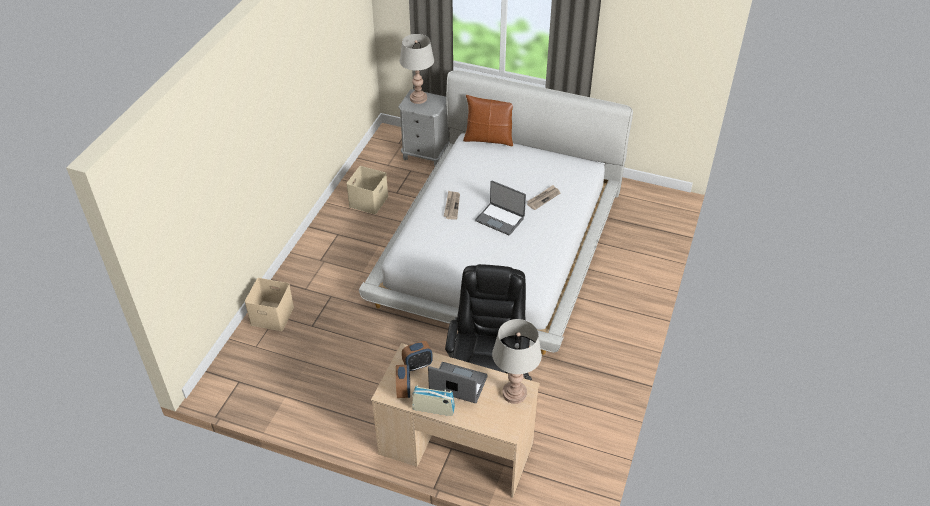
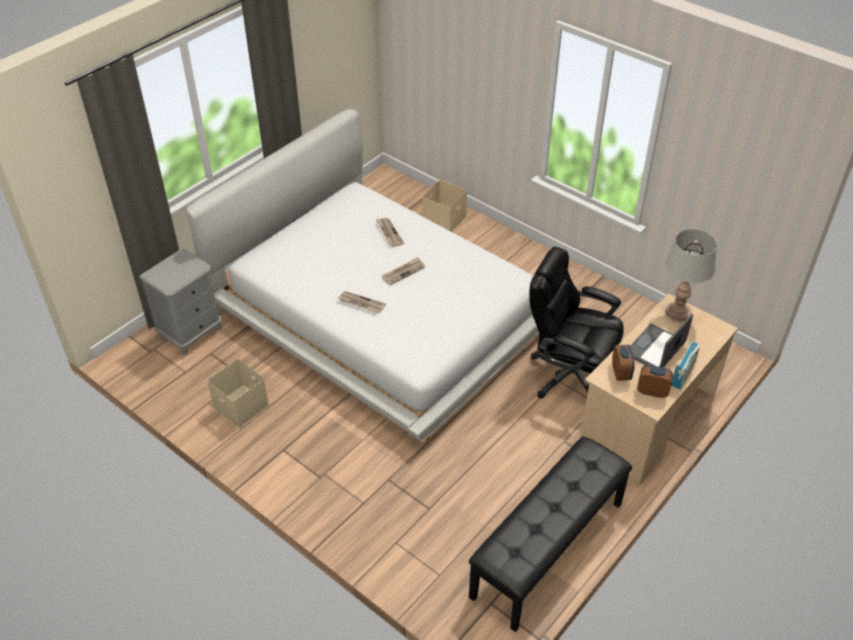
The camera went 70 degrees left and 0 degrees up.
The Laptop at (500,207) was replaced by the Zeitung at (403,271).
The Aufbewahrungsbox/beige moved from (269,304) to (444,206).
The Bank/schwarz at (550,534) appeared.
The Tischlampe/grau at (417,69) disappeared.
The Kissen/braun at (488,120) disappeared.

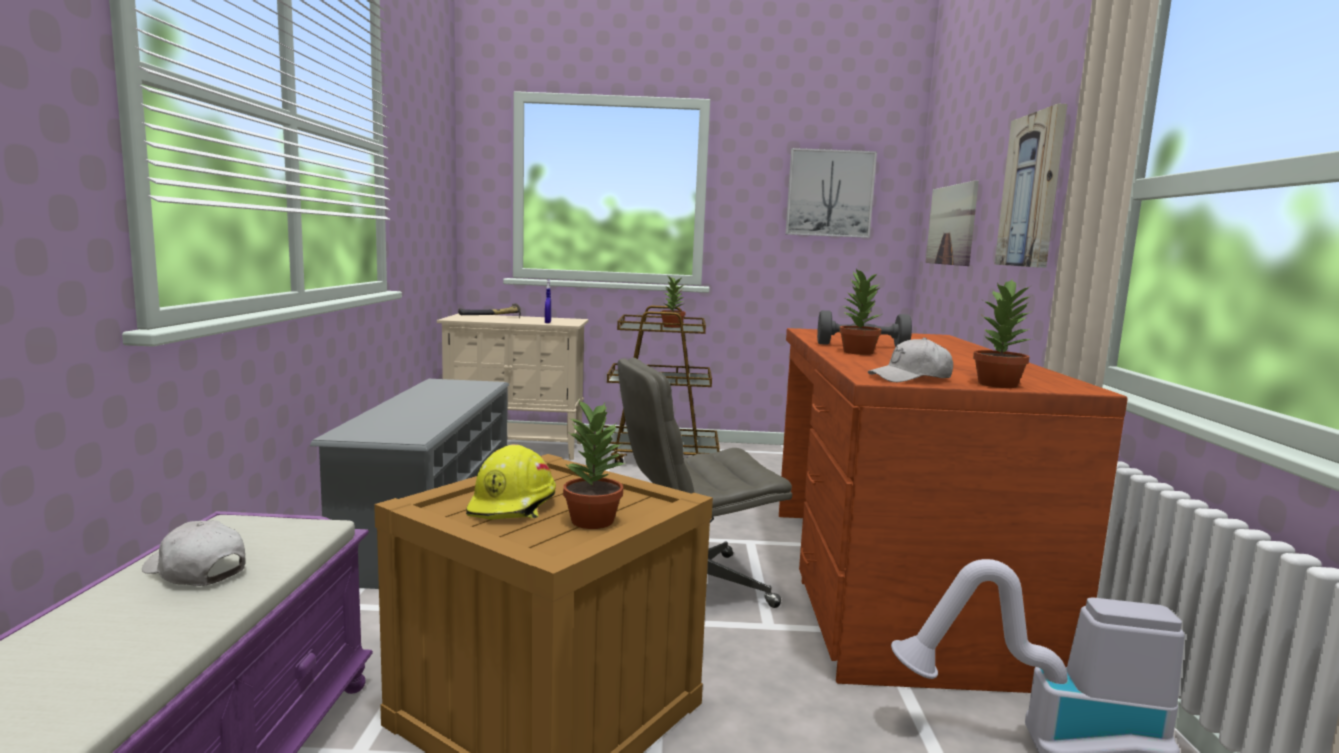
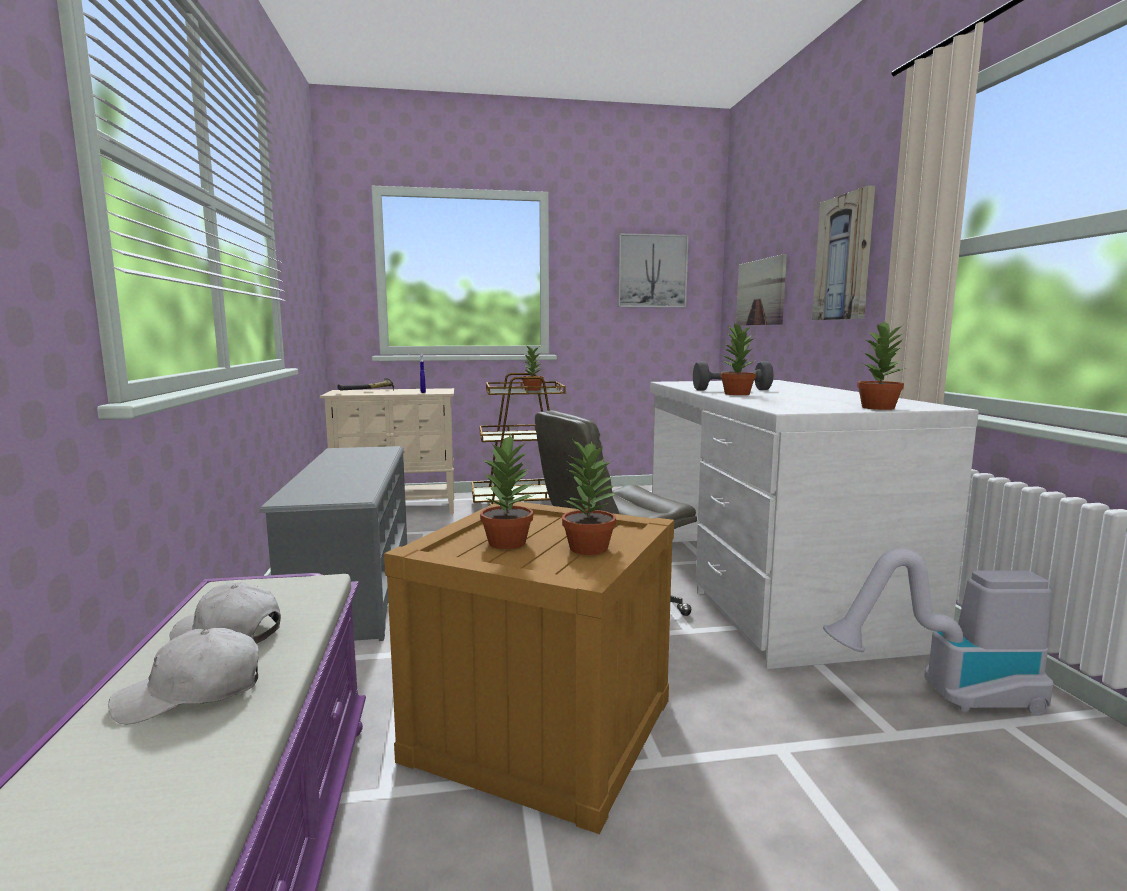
The camera went 10 degrees left and 0 degrees up.
The Kappe/weiß moved from (910,359) to (183,676).
The Schutzhelm/gelb at (511,482) was replaced by the Topfpflanze at (507,491).
The Schreibtisch/braun at (953,510) became the Schreibtisch/weiß at (814,524).

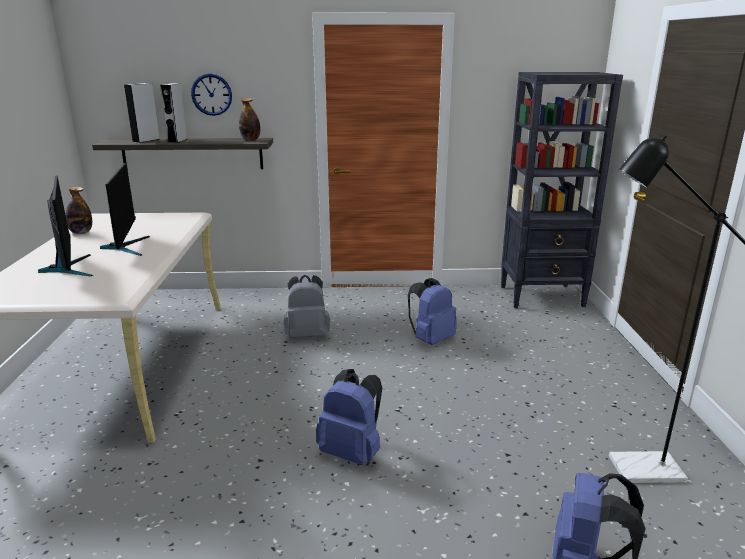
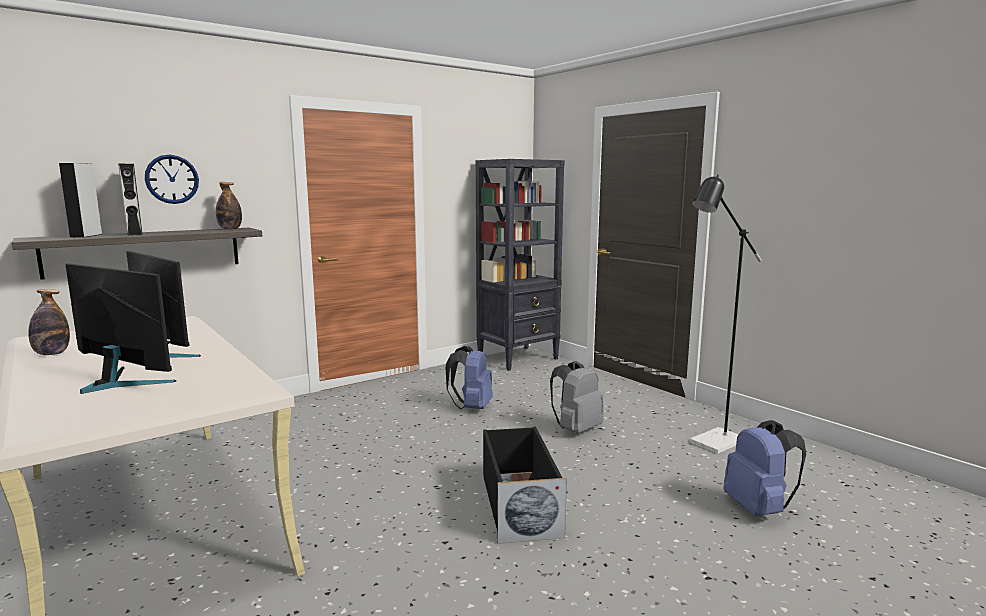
The camera went 35 degrees left and 10 degrees down.
The Rucksack/blau at (349,417) was replaced by the Aufbewahrungsbox/schwarz at (525,485).
The Rucksack/grau moved from (307,306) to (577,397).

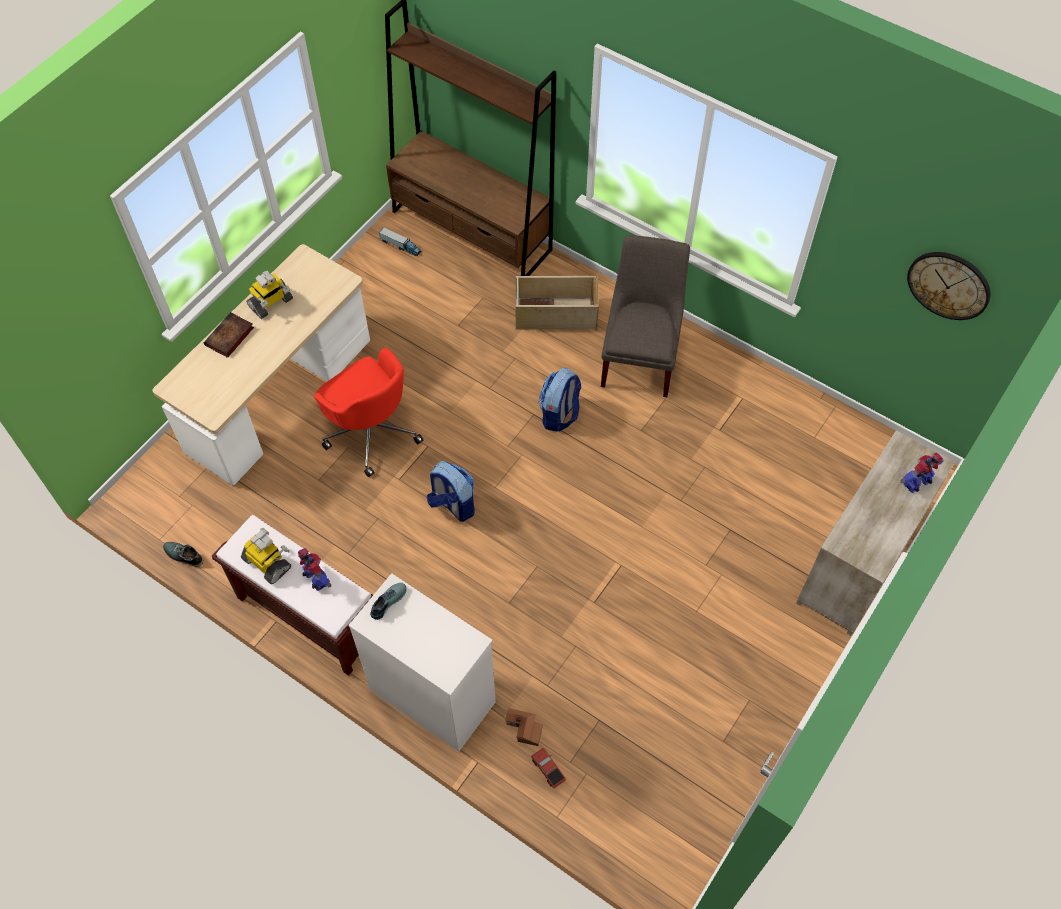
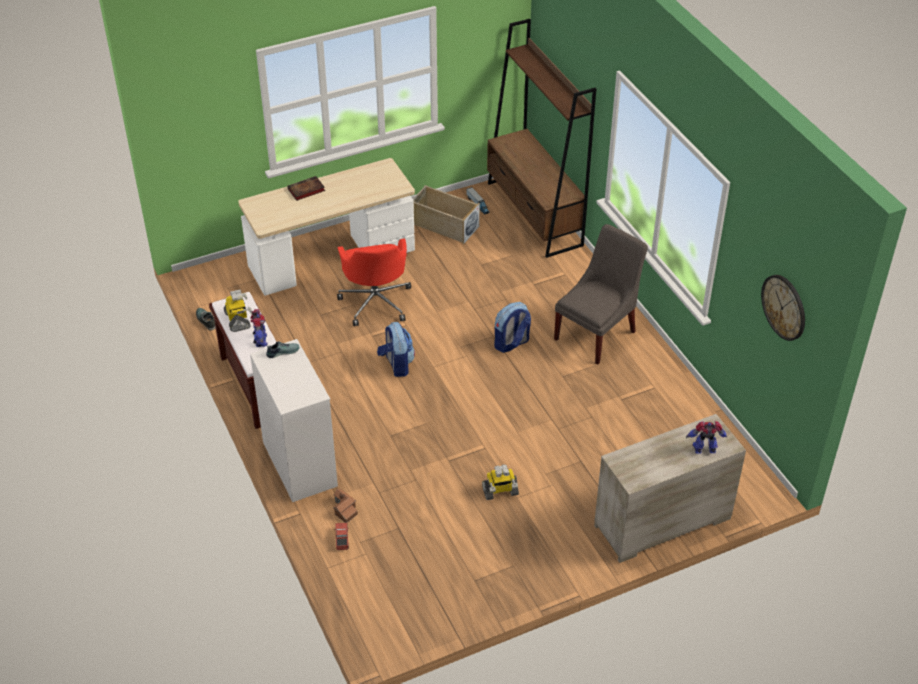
The camera went 30 degrees right and 15 degrees down.
The Aufbewahrungsbox/beige moved from (557,302) to (446,214).
The Spielzeugroboter moved from (269,295) to (500,482).

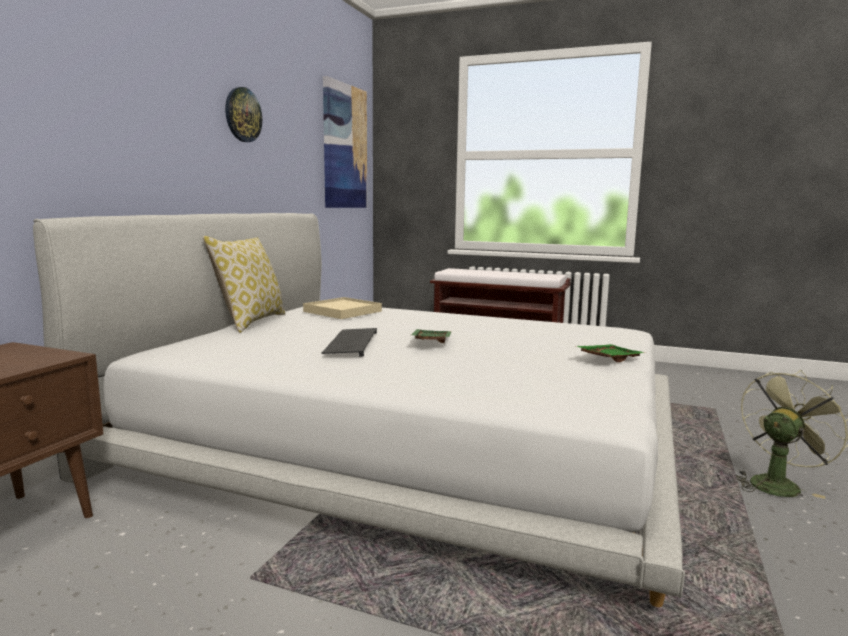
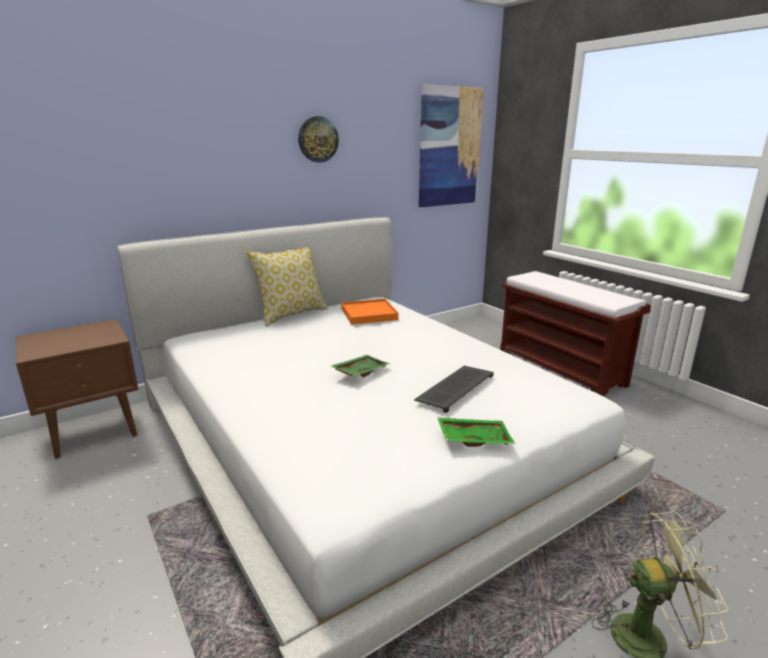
The camera went 35 degrees right and 10 degrees up.
The Tablett/beige at (342,308) became the Tablett/orange at (370,312).
The Tastatur moved from (349,342) to (454,389).

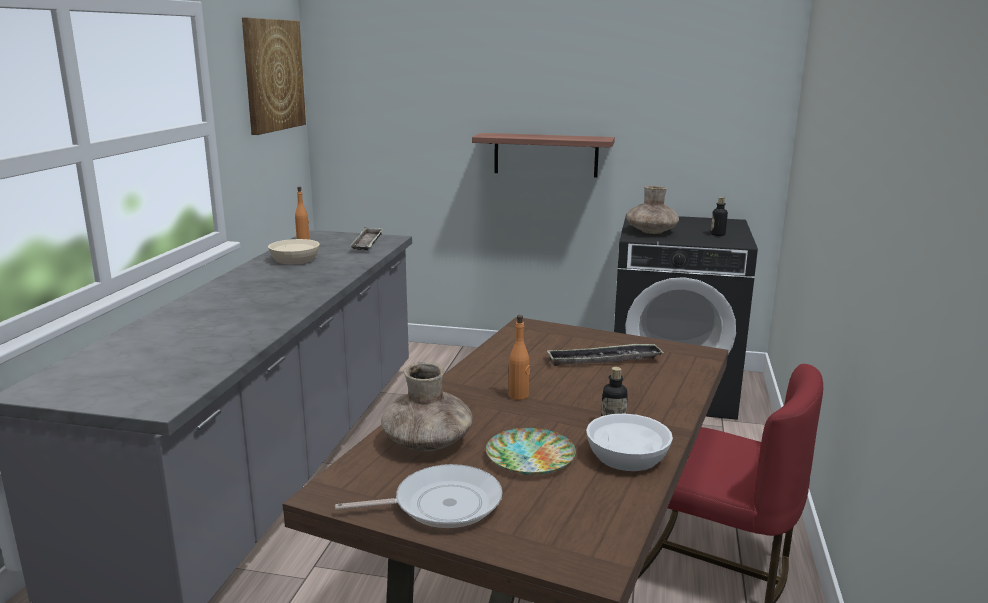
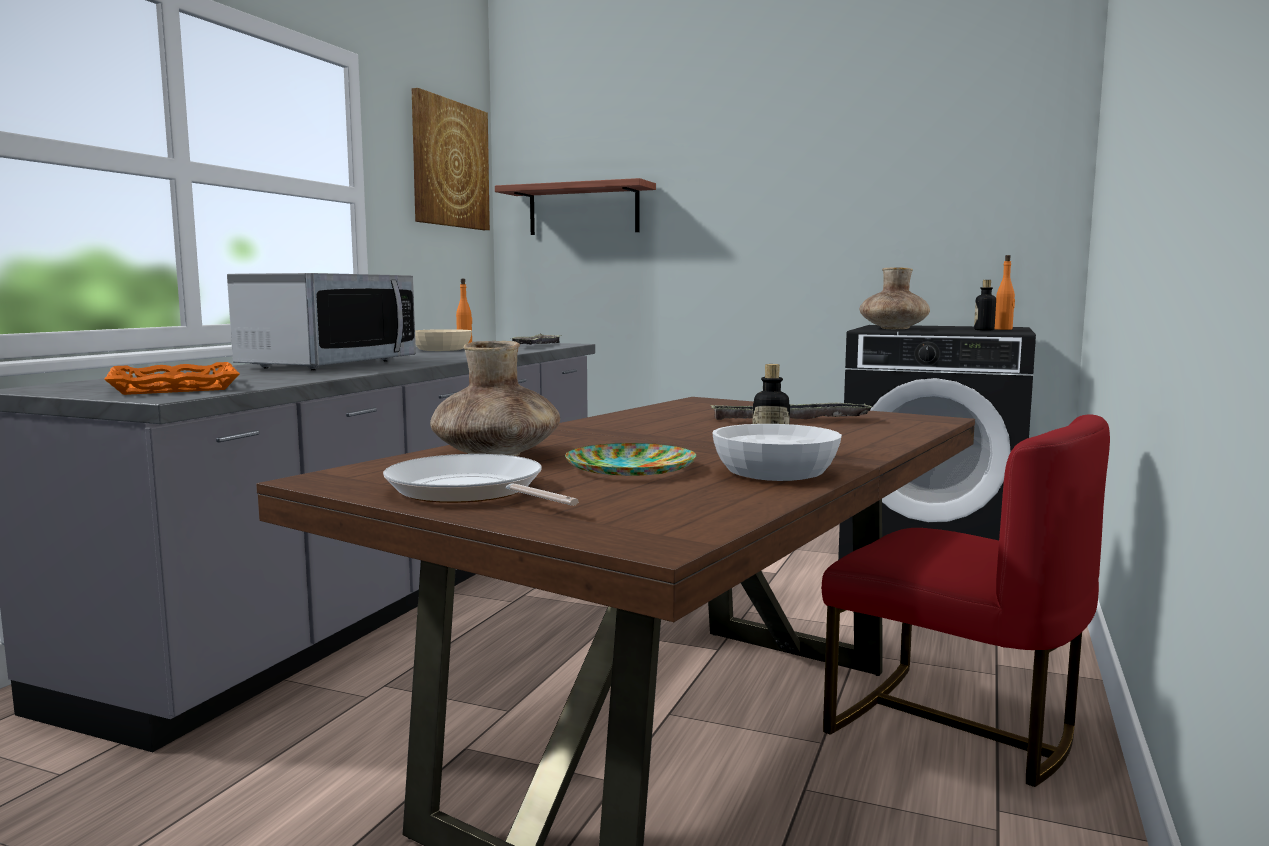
The camera went 10 degrees right and 10 degrees down.
The Tablett/orange at (172,378) appeared.
The Mikrowelle at (321,321) appeared.
The Pfanne at (419,496) turned 135 degrees counterclockwise.
The Wandregal moved from (543,155) to (575,206).
The Flasche/orange moved from (519,357) to (1004,292).

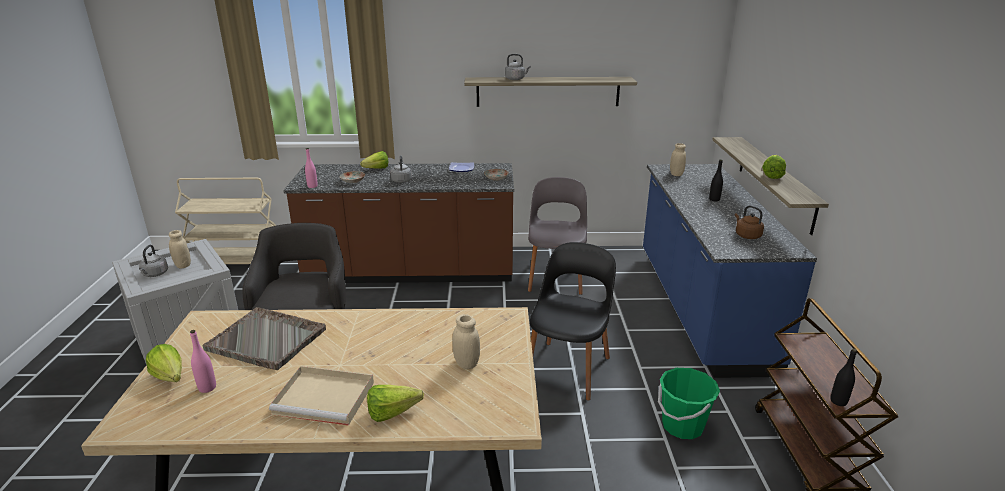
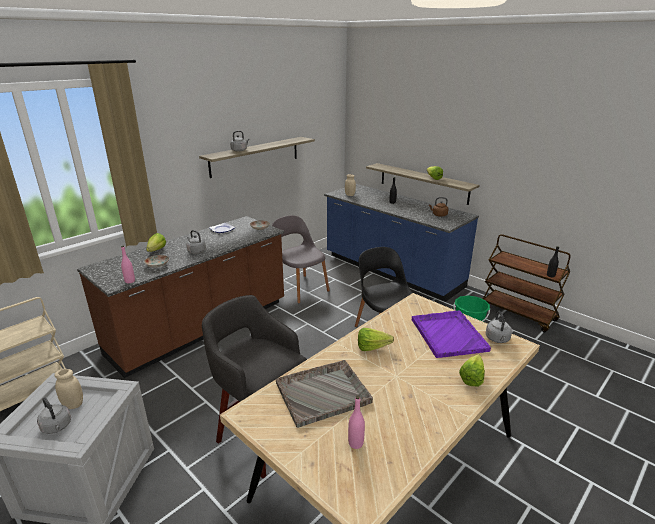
The camera went 45 degrees left and 0 degrees up.
The Salatkopf moved from (164,363) to (376,339).
The Vorratsglas/beige at (466,341) was replaced by the Tablett/lila at (451,334).
The Wasserkessel/grau at (499,327) appeared.
The Tablett/beige at (321,395) disappeared.

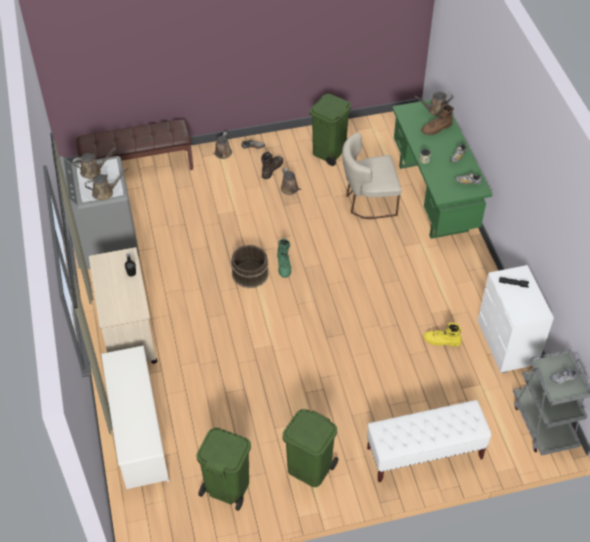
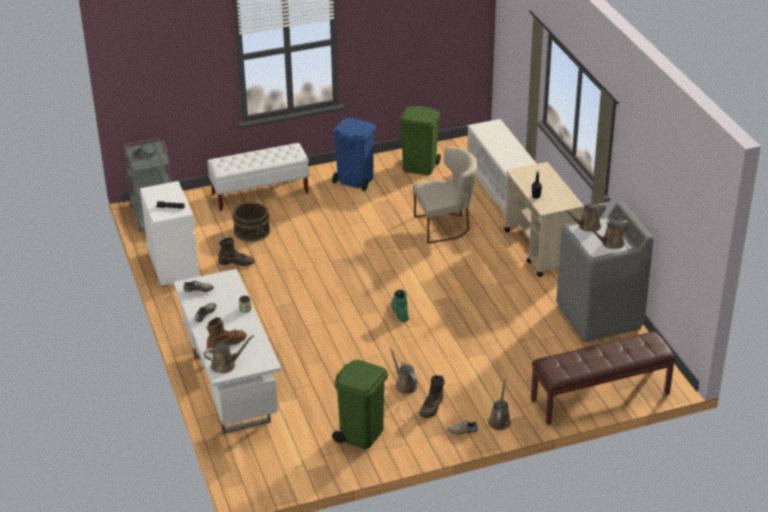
The camera went 175 degrees right and 15 degrees down.
The Schreibtisch/grün at (442,169) became the Schreibtisch/weiß at (227,351).
The Stiefel/gelb at (443,334) became the Stiefel/braun at (236,251).
The Eimer/braun moved from (250,266) to (252,222).
The Mülleimer/grün at (310,448) became the Mülleimer/blau at (354,154).
The Stuhl/beige moved from (372,175) to (445,195).

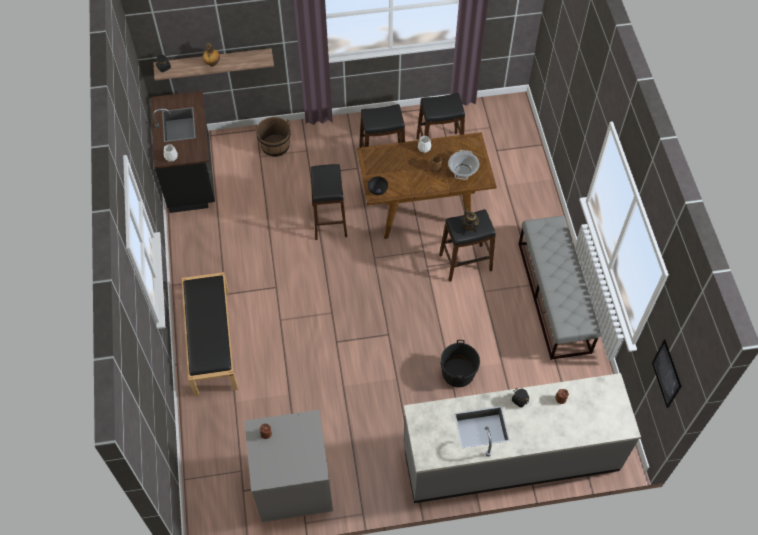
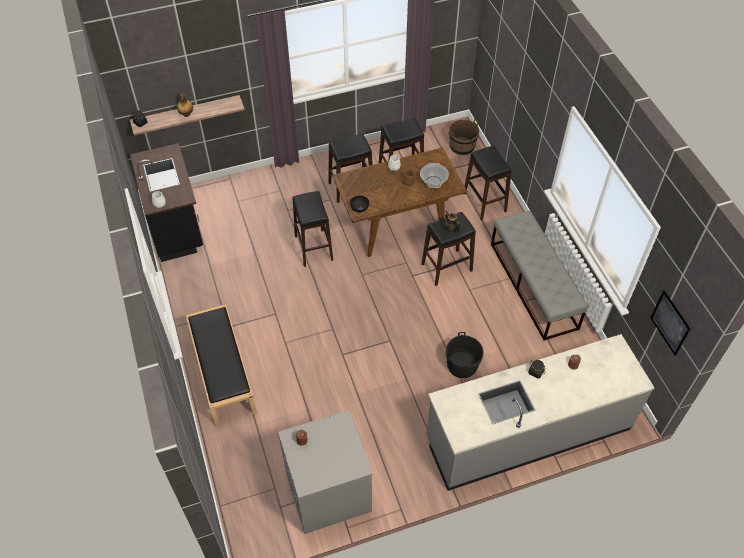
The camera went 10 degrees left and 5 degrees down.
The Eimer/braun moved from (273,137) to (464,137).
The Hocker/schwarz at (488,183) appeared.

